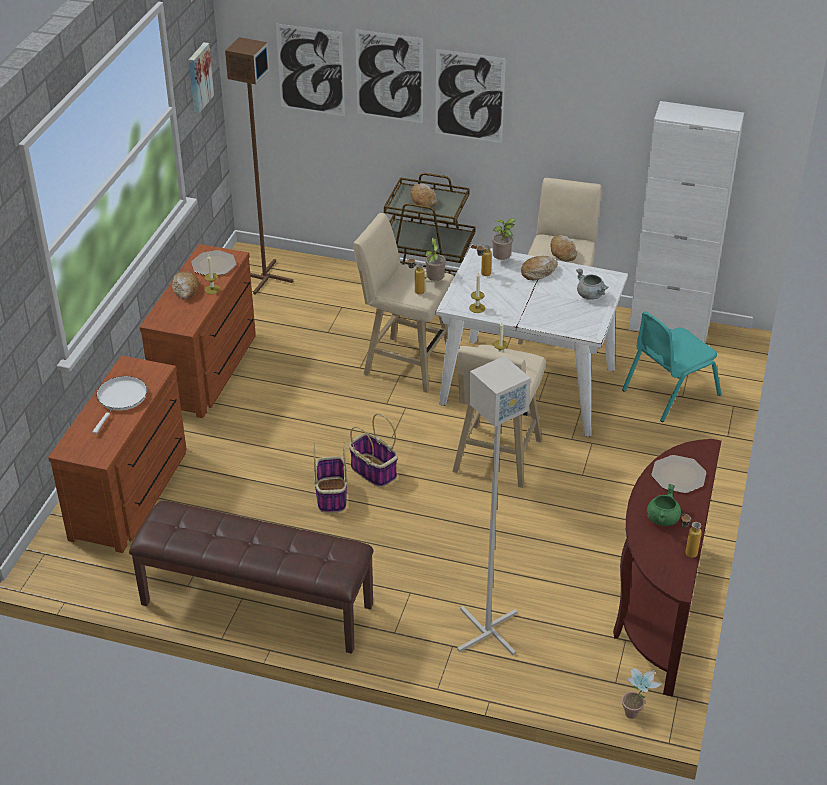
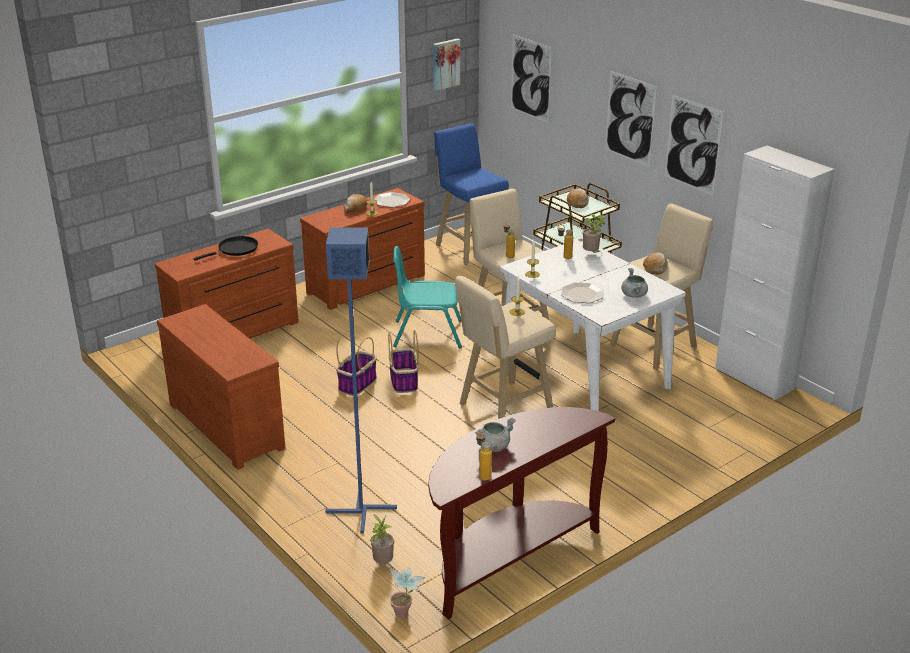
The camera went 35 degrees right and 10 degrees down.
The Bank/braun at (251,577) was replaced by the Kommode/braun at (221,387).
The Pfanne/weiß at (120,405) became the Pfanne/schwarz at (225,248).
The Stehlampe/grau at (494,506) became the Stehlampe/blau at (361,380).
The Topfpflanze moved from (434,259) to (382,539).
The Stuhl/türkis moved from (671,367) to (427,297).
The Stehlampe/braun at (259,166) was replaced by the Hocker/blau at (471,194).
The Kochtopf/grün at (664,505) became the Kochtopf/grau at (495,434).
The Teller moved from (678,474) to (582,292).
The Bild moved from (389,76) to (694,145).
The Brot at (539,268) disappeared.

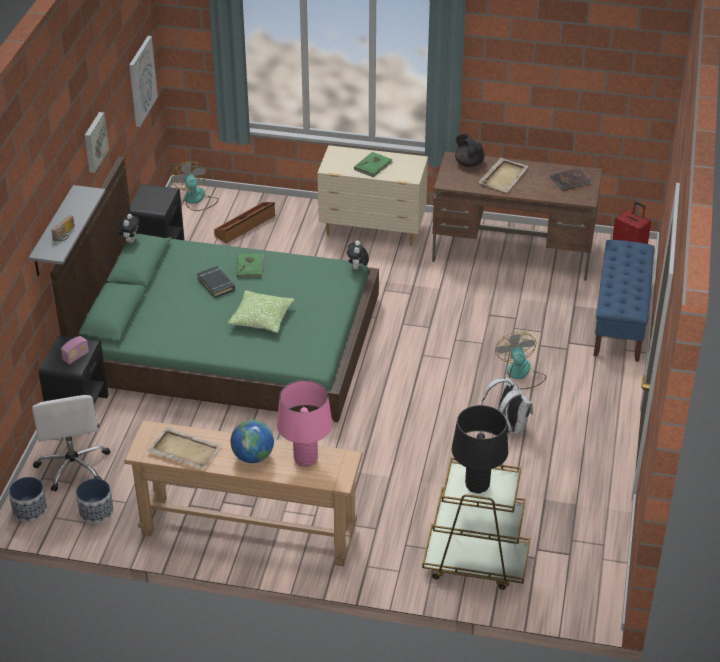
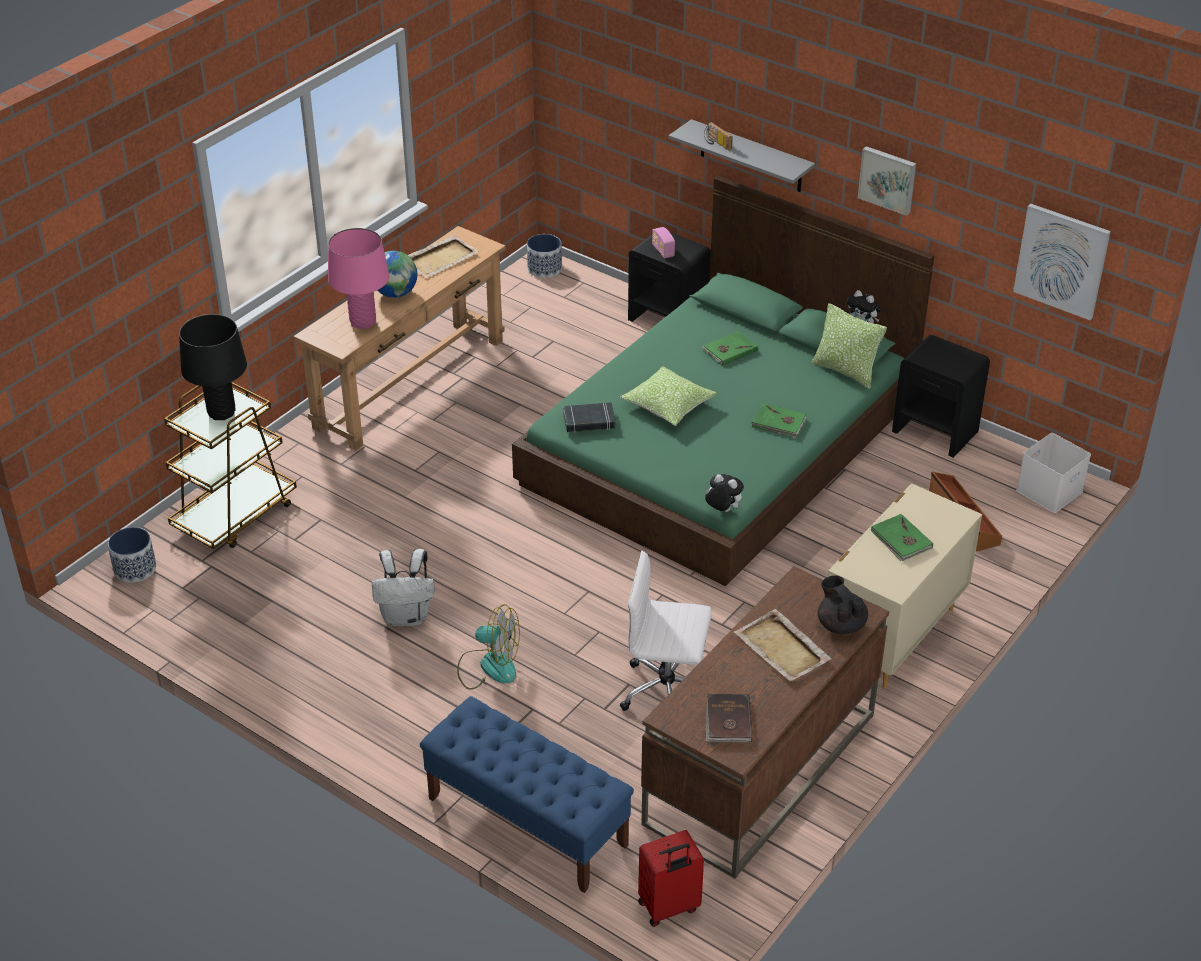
The camera went 115 degrees right and 0 degrees up.
The Pflanzkübel moved from (95,501) to (132,555).
The Buch/schwarz moved from (216,282) to (589,417).
The Bürostuhl/weiß moved from (71,443) to (666,631).
The Buch/grün at (729,348) appeared.
The Kissen at (849,346) appeared.
The Teekanne/schwarz at (470,150) turned 105 degrees counterclockwise.
The Ventilator at (195,186) was replaced by the Aufbewahrungsbox/weiß at (1053,473).

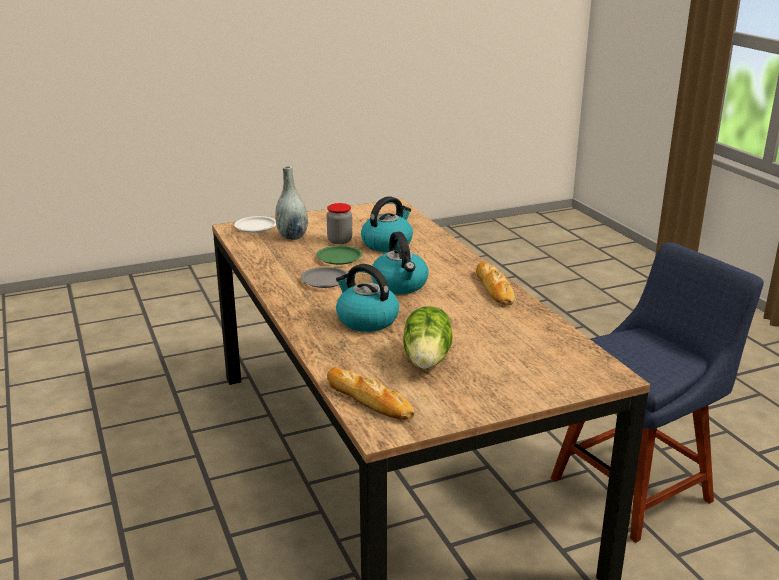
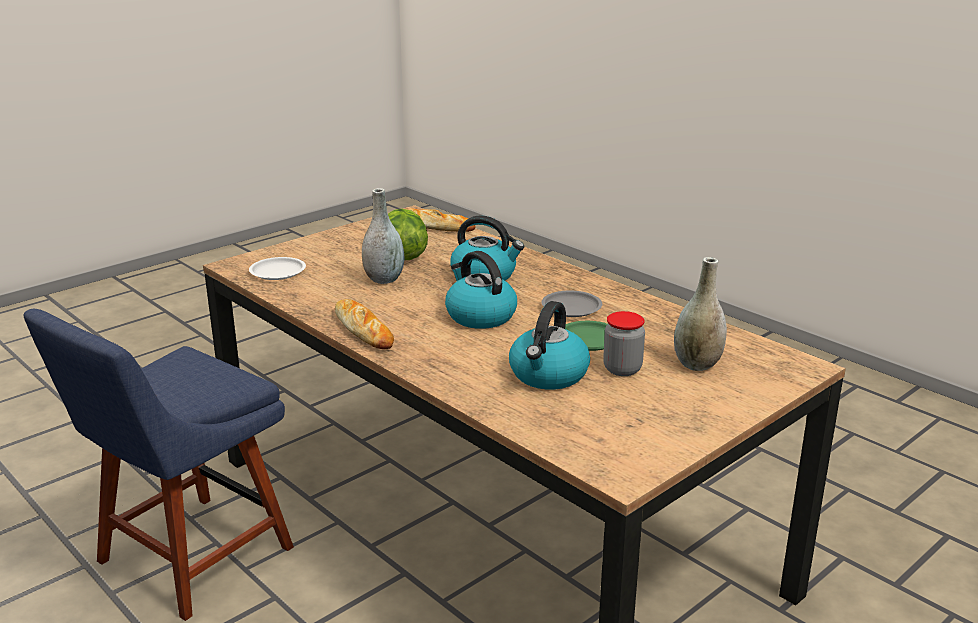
The camera went 160 degrees right and 0 degrees up.
The Teller/weiß moved from (255,224) to (277,268).
The Vase/grau at (383,236) appeared.

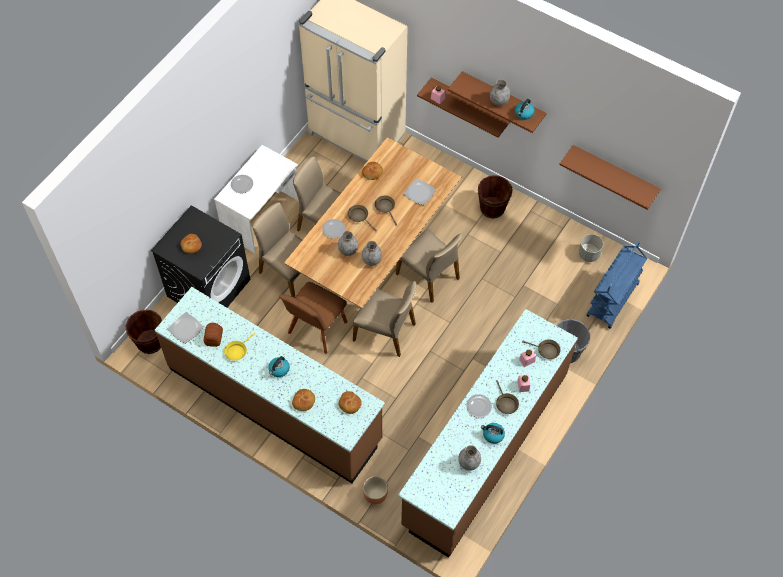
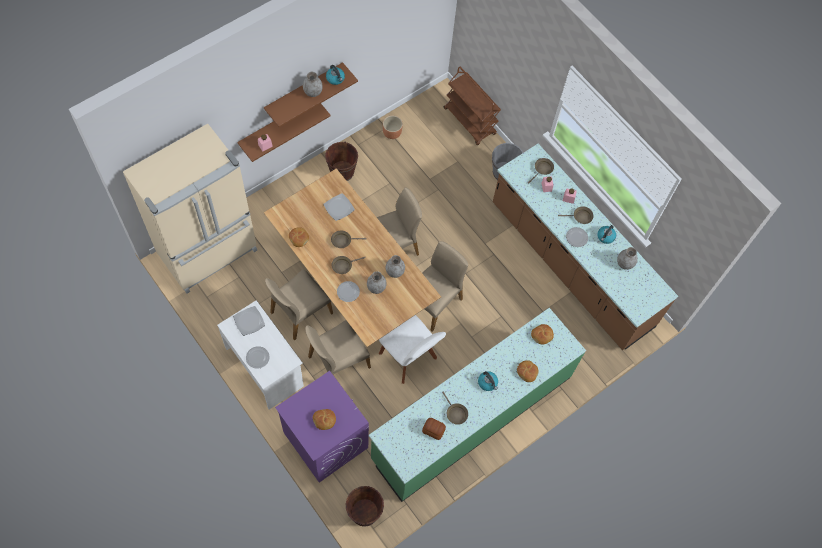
The camera went 75 degrees left and 5 degrees up.
The Teller moved from (185,328) to (249,321).
The Waschmaschine/schwarz at (201,256) became the Waschmaschine/lila at (322,426).
The Küchenzeile/braun at (270,385) became the Küchenzeile/grün at (477,405).
The Stuhl/braun at (313,318) became the Stuhl/weiß at (412,349).
The Pflanzkübel/braun moved from (375,490) to (393,127).
The Pfanne/gelb at (240,346) became the Pfanne/braun at (455,408).
The Rollwagen/blau at (617,285) became the Rollwagen/braun at (472,105).
The Wandregal/braun at (610,177) disappeared.
The Pflanzkübel/grau at (591,248) disappeared.

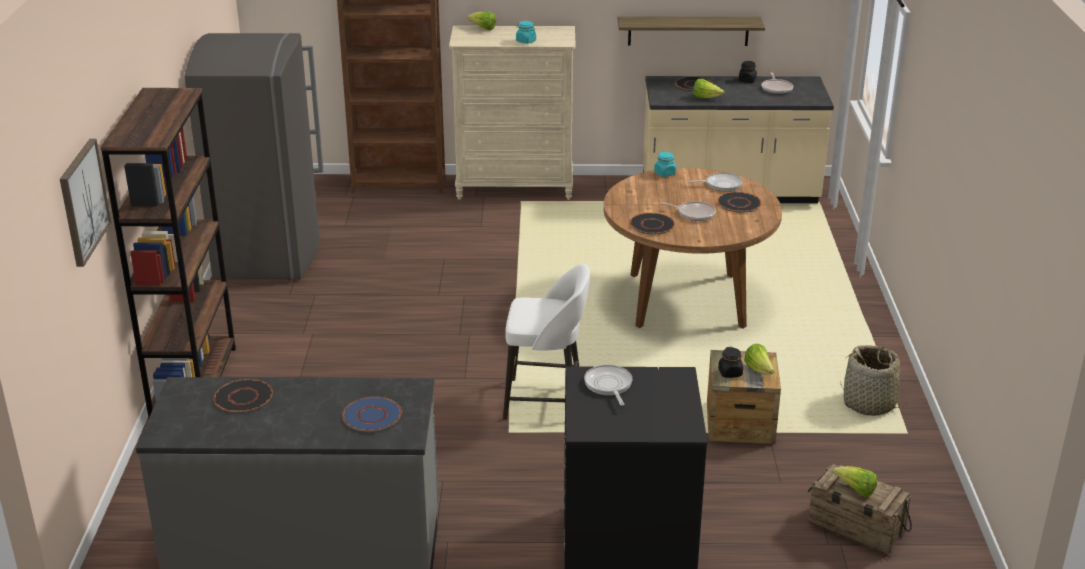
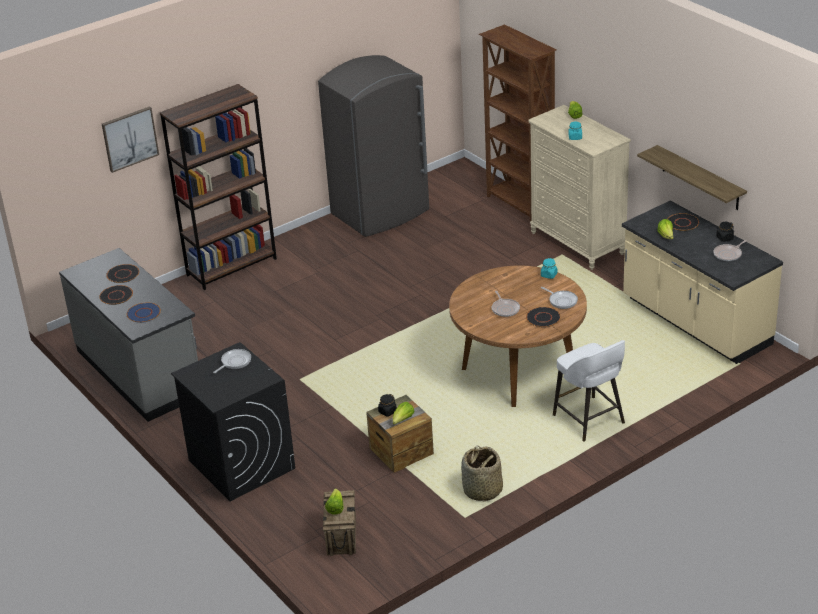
The camera went 55 degrees right and 5 degrees up.
The Teller/schwarz moved from (652,223) to (116,295).
The Hocker/weiß moved from (546,342) to (589,391).

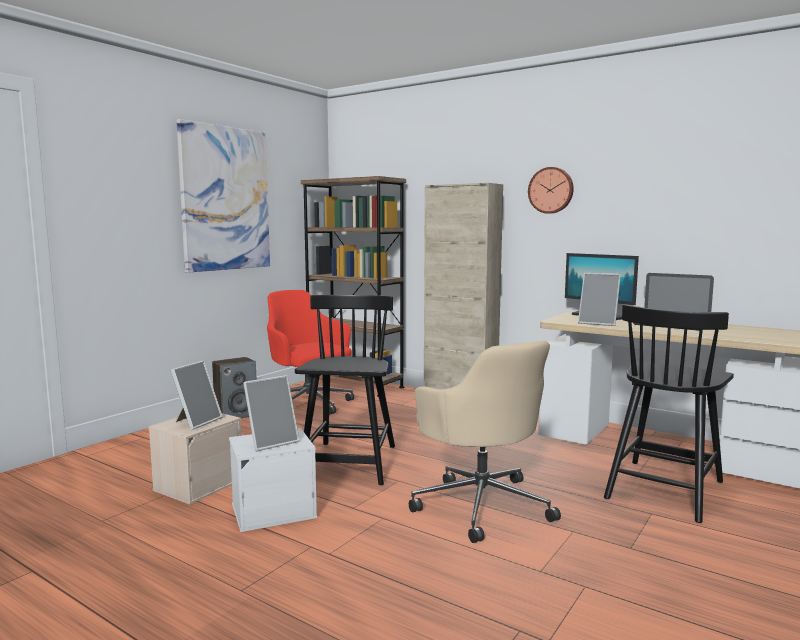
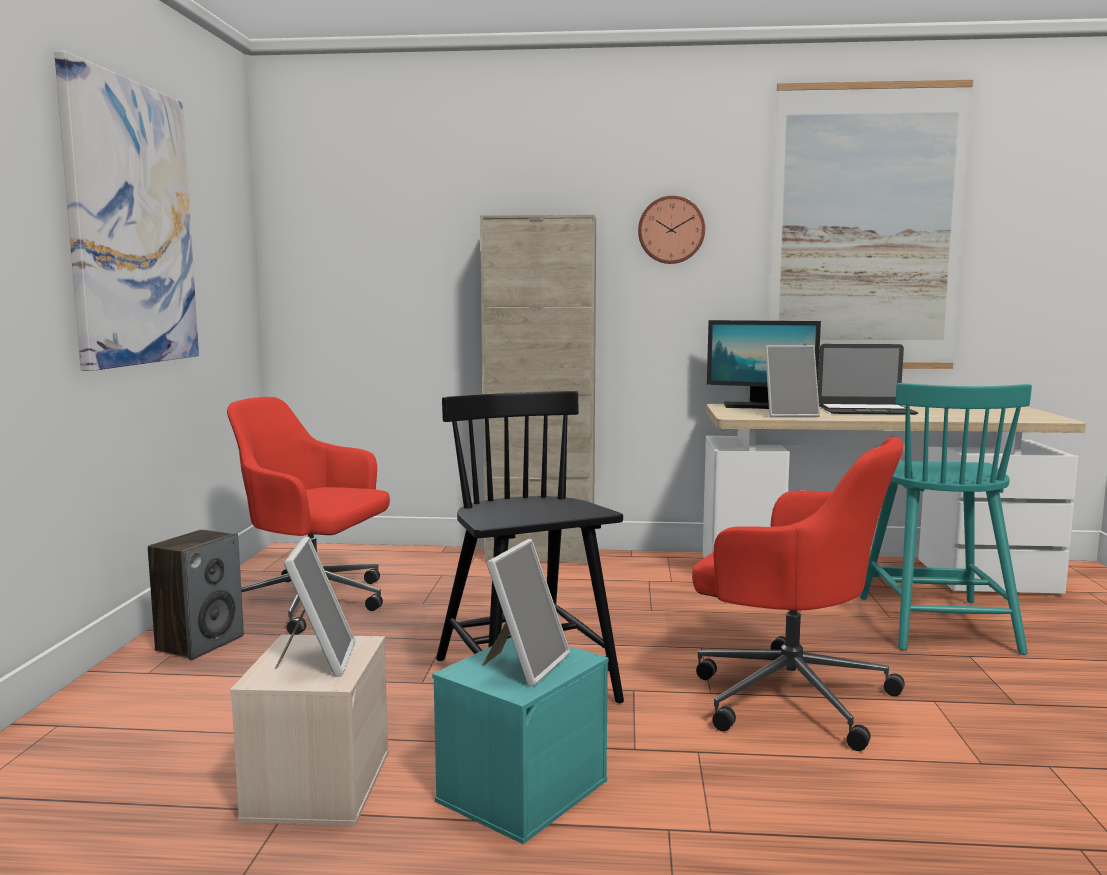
The camera went 30 degrees left and 0 degrees up.
The Aufbewahrungsbox/weiß at (273,480) became the Aufbewahrungsbox/türkis at (520,740).
The Bürostuhl/beige at (485,441) became the Bürostuhl/rot at (798,594).
The Bild at (871,224) appeared.
The Stuhl/schwarz at (669,414) became the Stuhl/türkis at (946,519).
The Bücherregal/braun at (353,286) disappeared.

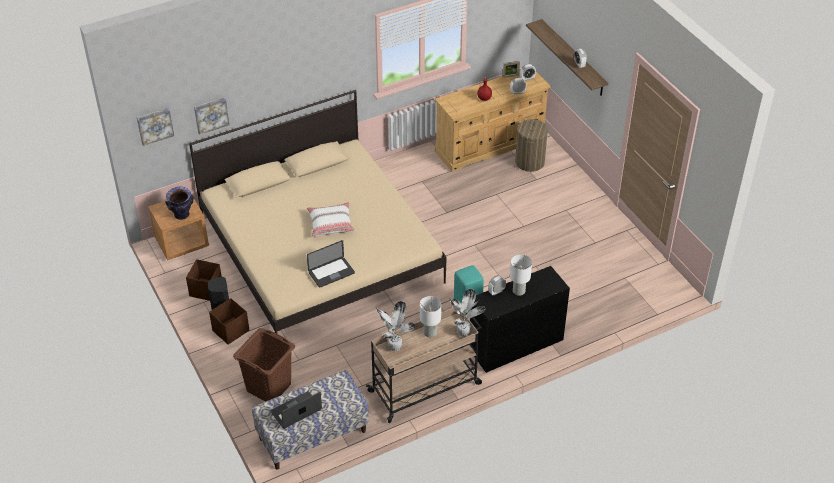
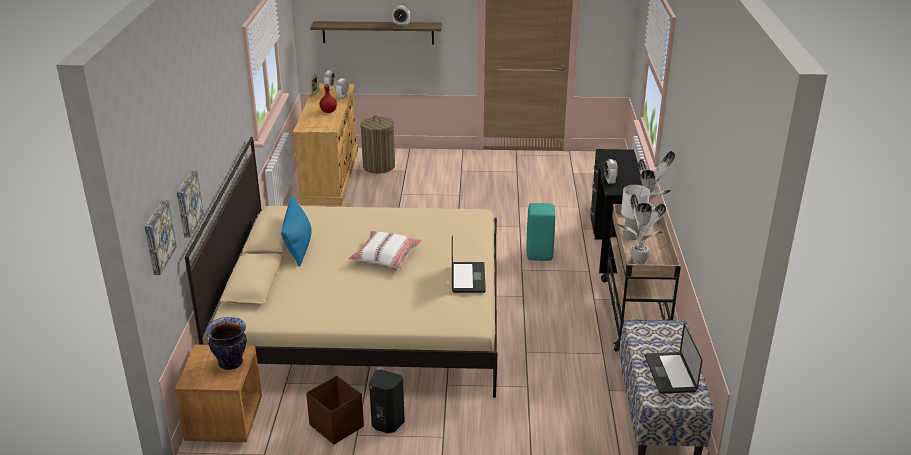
The camera went 60 degrees left and 15 degrees down.
The Kissen/blau at (296,231) appeared.
The Aufbewahrungsbox/braun at (229,321) disappeared.
The Wäschekorb/braun at (264,364) disappeared.
The Tischlampe/weiß at (521,275) disappeared.

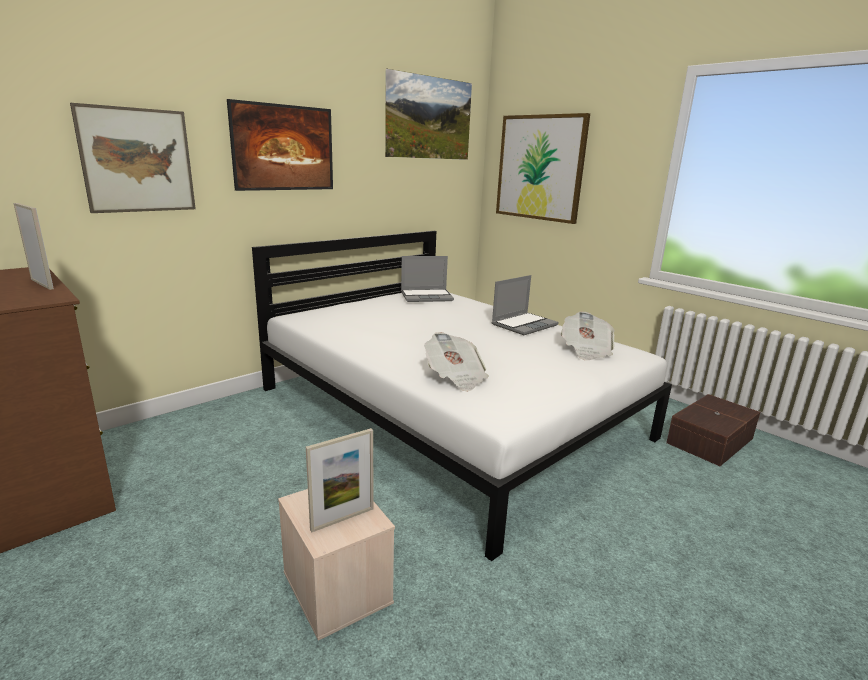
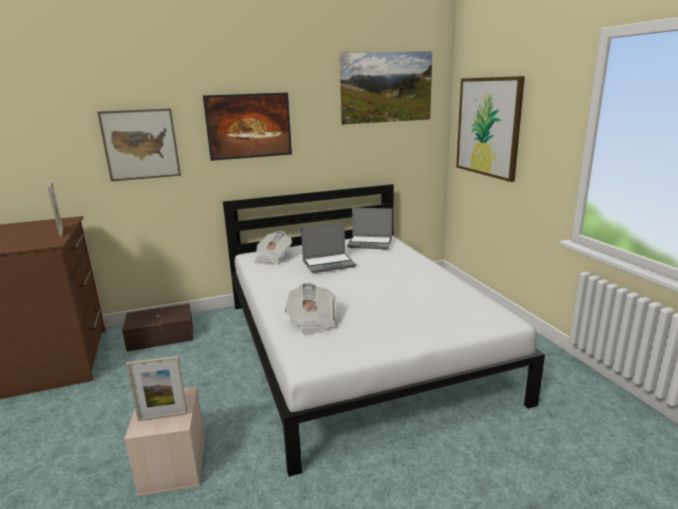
The camera went 25 degrees right and 0 degrees up.
The Aufbewahrungsbox/braun moved from (713,430) to (157,327).
The Zeitung moved from (587,336) to (273,247).
The Laptop moved from (525,305) to (328,247).

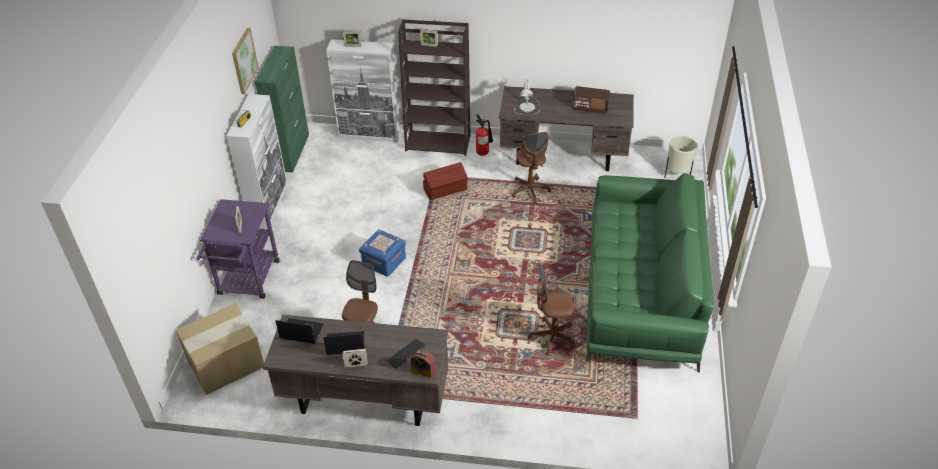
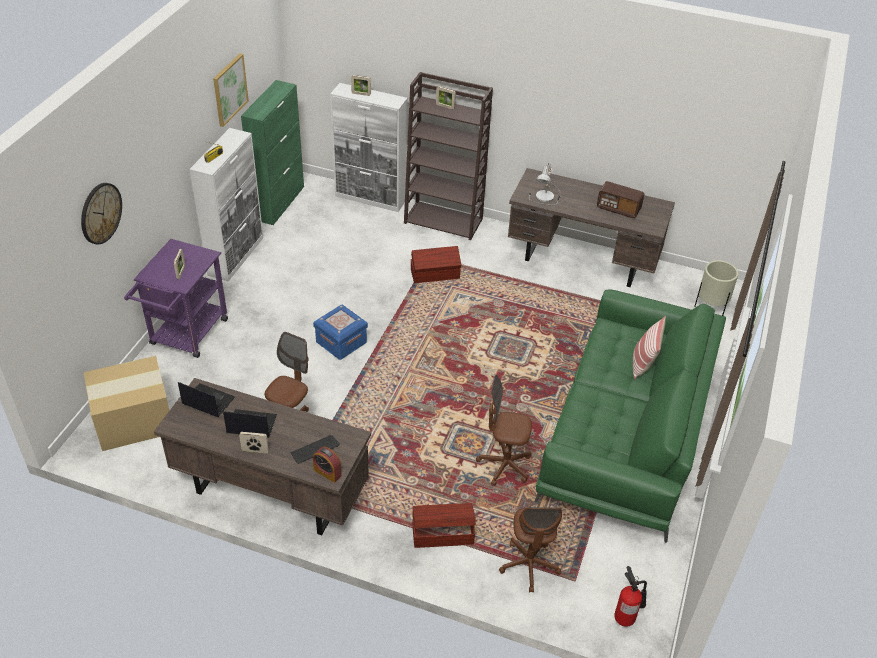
The camera went 10 degrees right and 0 degrees up.
The Wanduhr at (101,214) appeared.
The Aufbewahrungsbox/braun at (444,525) appeared.
The Bürostuhl/braun moved from (531,168) to (530,550).
The Feuerlöscher moved from (484,135) to (630,596).
The Kissen at (649,347) appeared.

